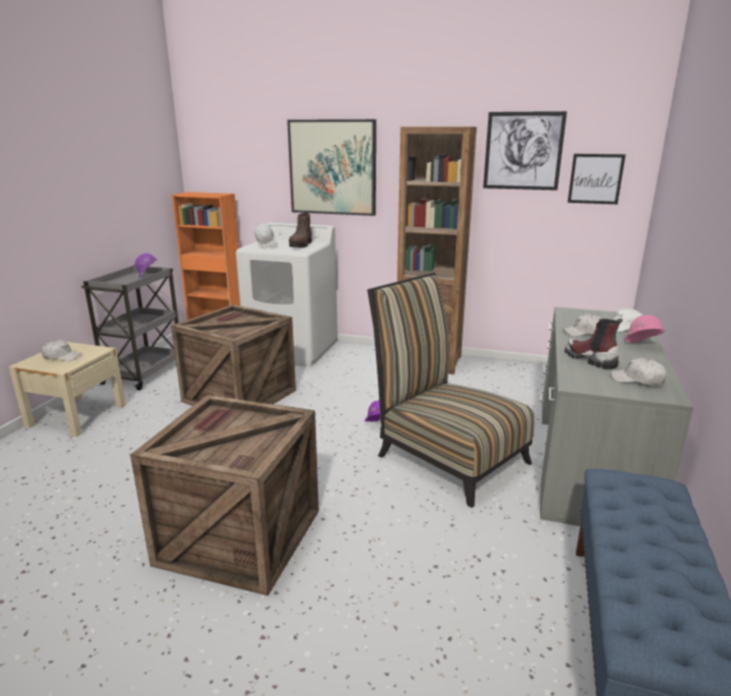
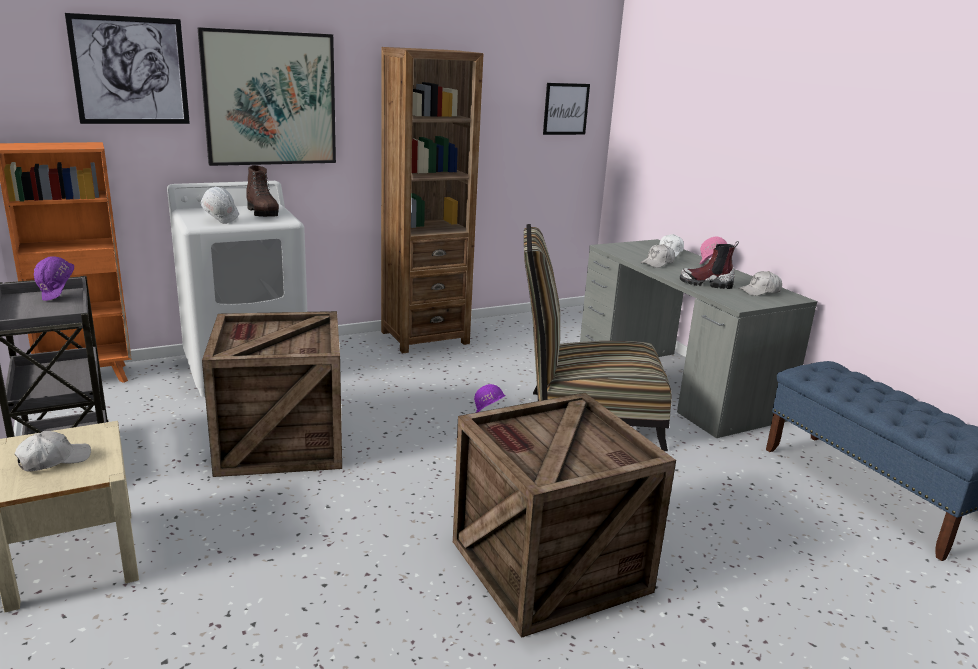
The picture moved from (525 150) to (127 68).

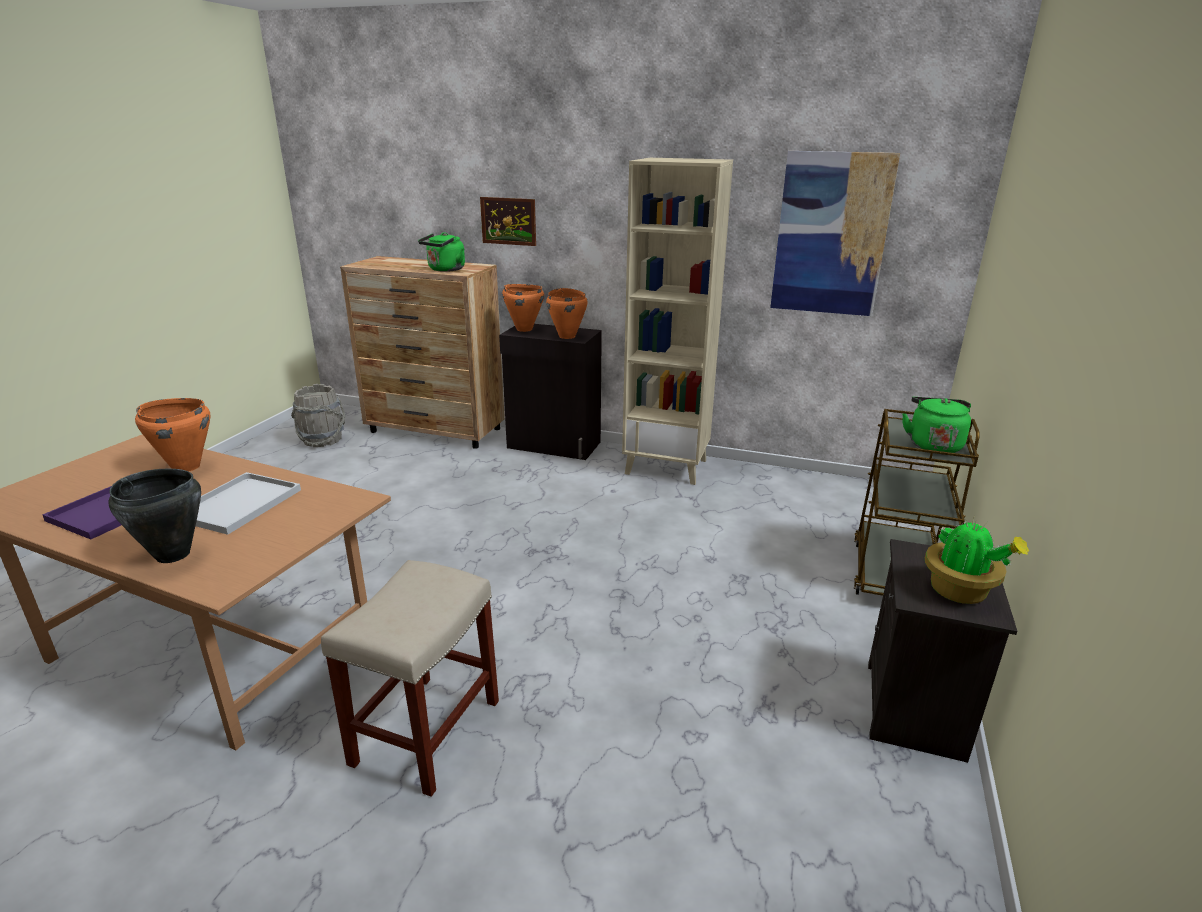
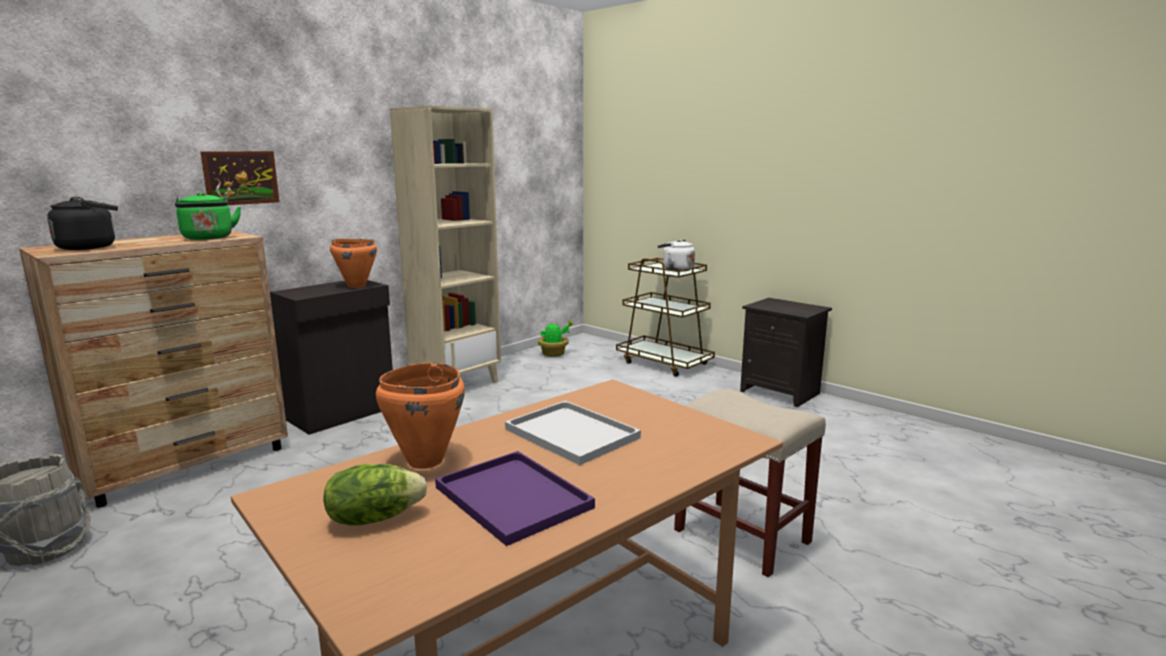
The black stockpot at (154 515) disappeared. The orange-coloured stockpot at (523 308) disappeared. The picture at (835 233) disappeared. The black tea kettle at (82 223) appeared. The lettuce head at (375 494) appeared. The houseplant moved from (977 561) to (556 338). The green-coloured tea kettle at (936 425) became the whitish tea kettle at (676 255).

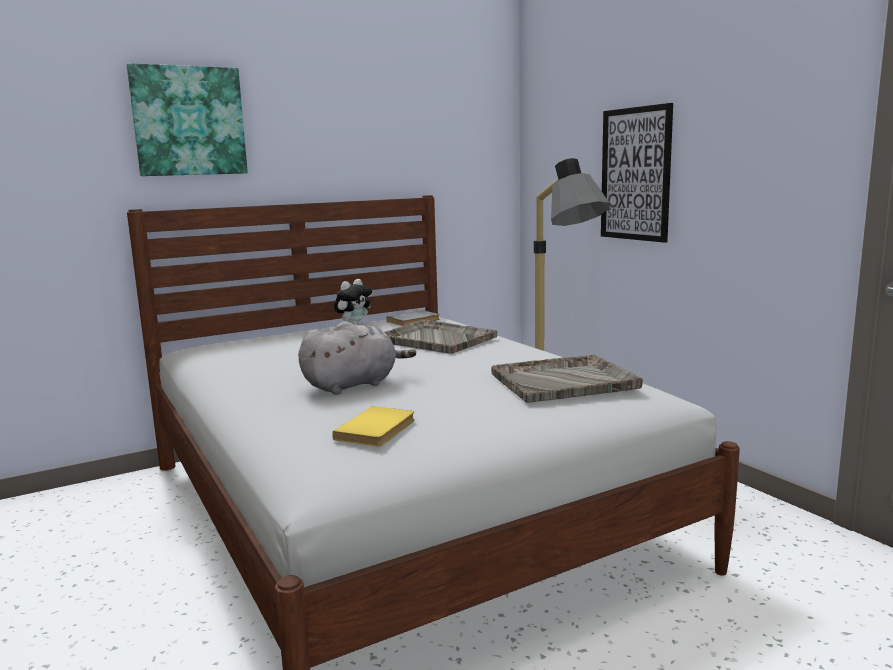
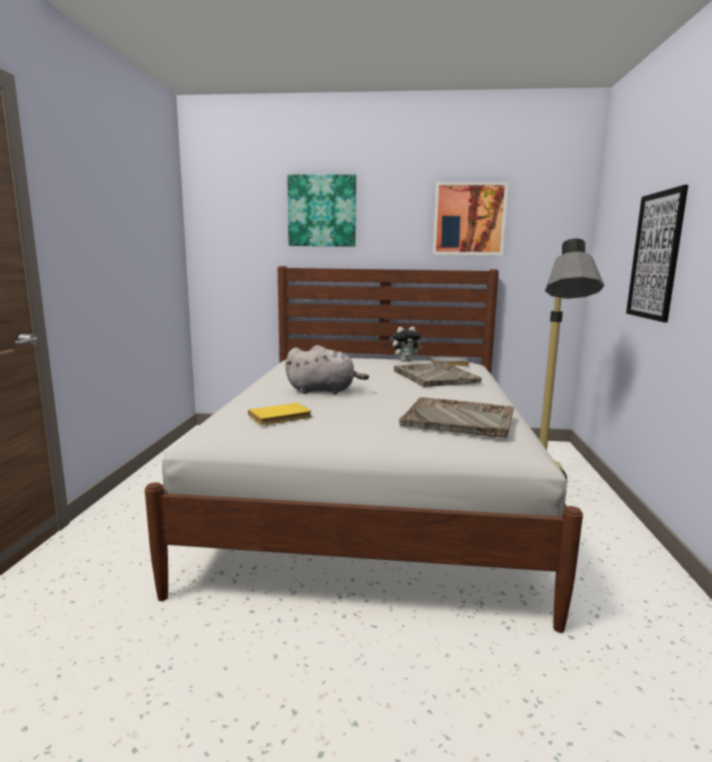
The picture at (470 219) appeared.

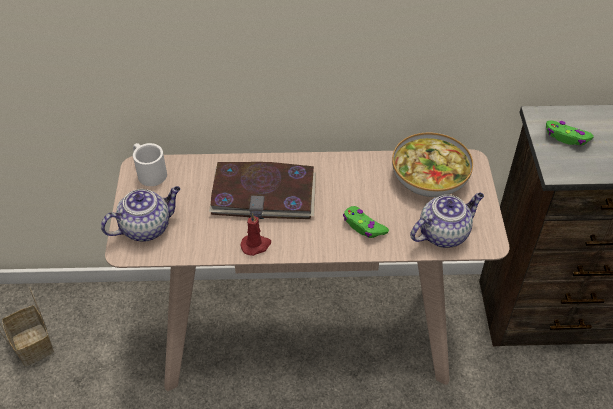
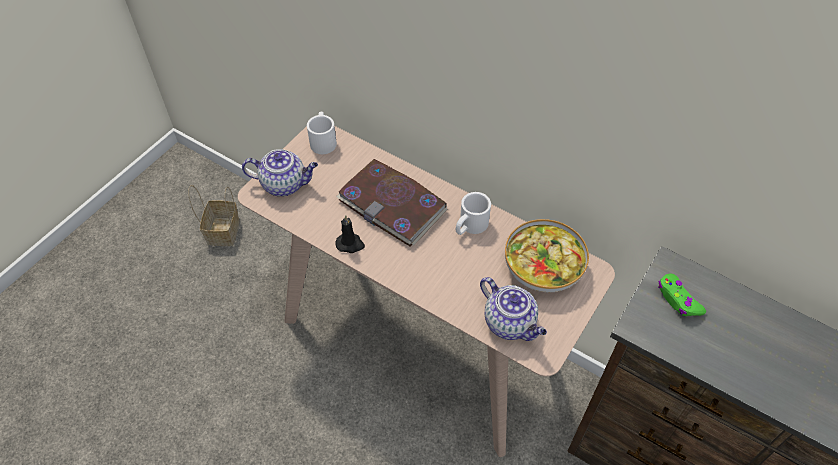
The green-coloured game controller at (366 222) disappeared. The whitish tea mug at (473 213) appeared. The red-coloured wax candle at (255 234) became the black wax candle at (350 234). The tea pot at (447 220) turned 45 degrees clockwise.

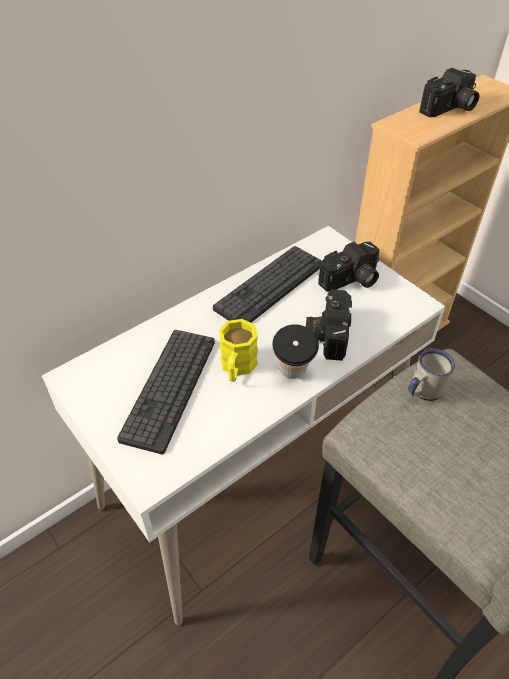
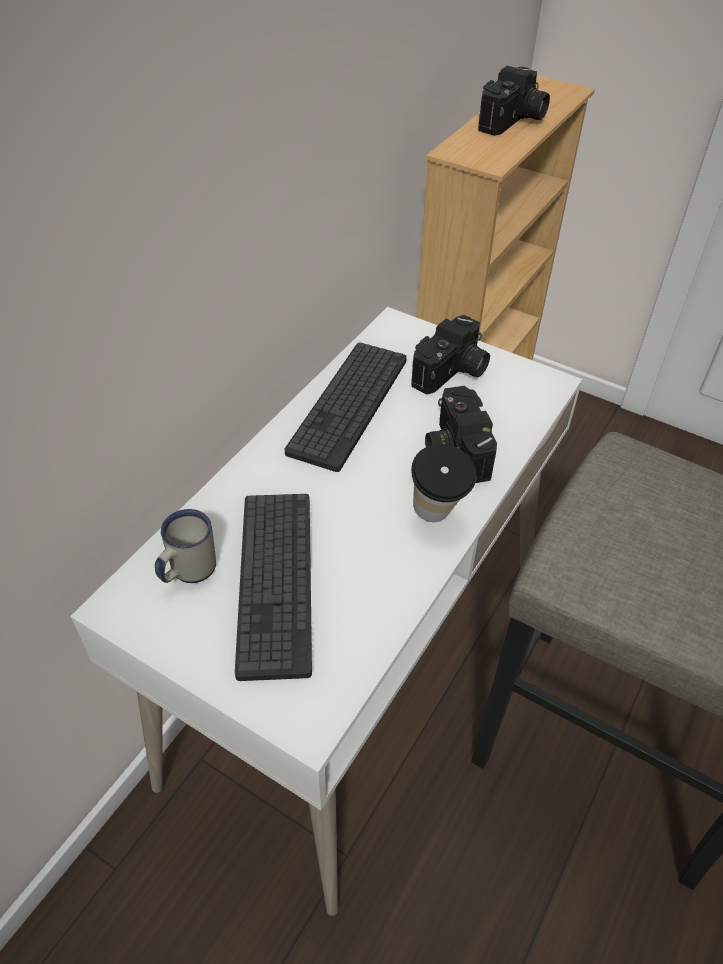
The yellowish tea mug at (238 350) disappeared. The whitish tea mug moved from (431 375) to (185 546).

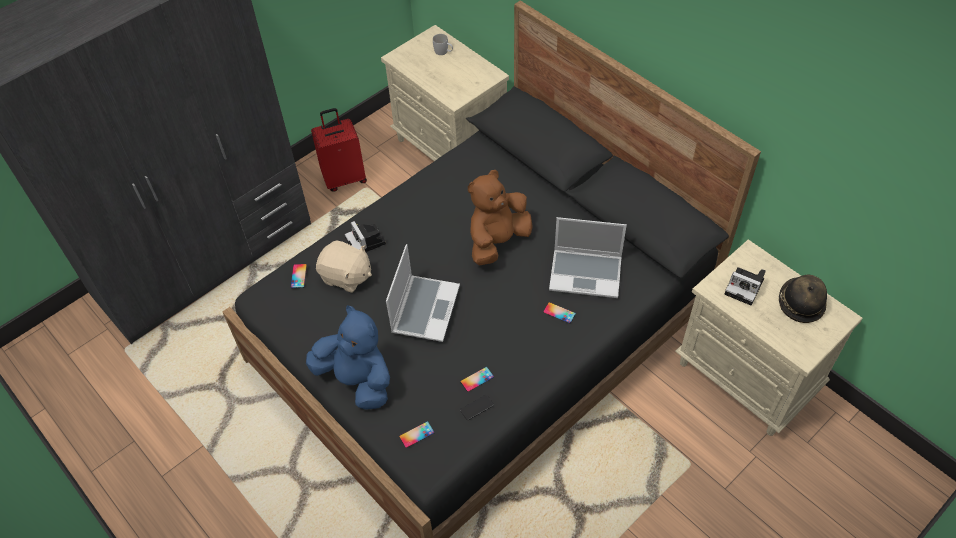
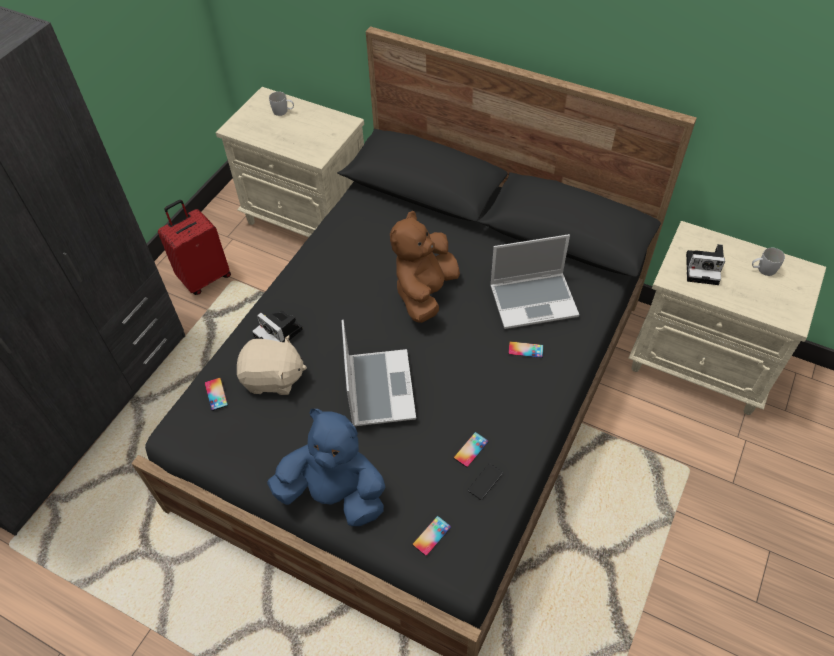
The wearable hat at (803 299) was replaced by the whitish tea mug at (768 262).

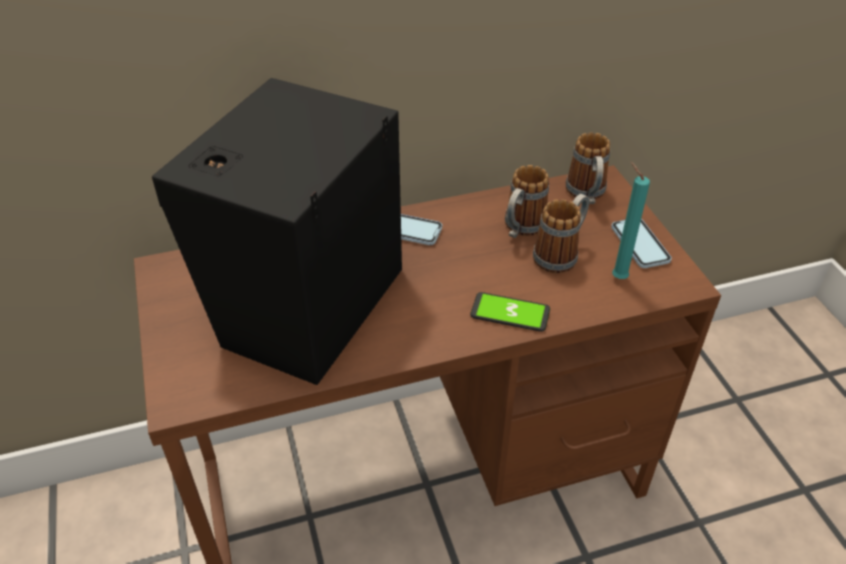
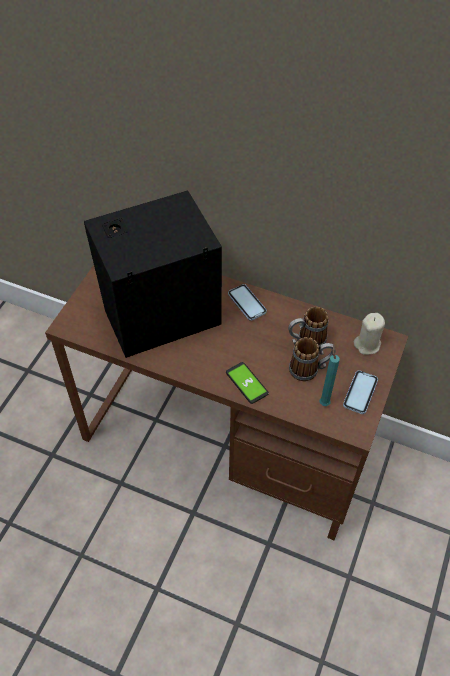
The tea mug at (588 168) was replaced by the sand-coloured wax candle at (369 334).

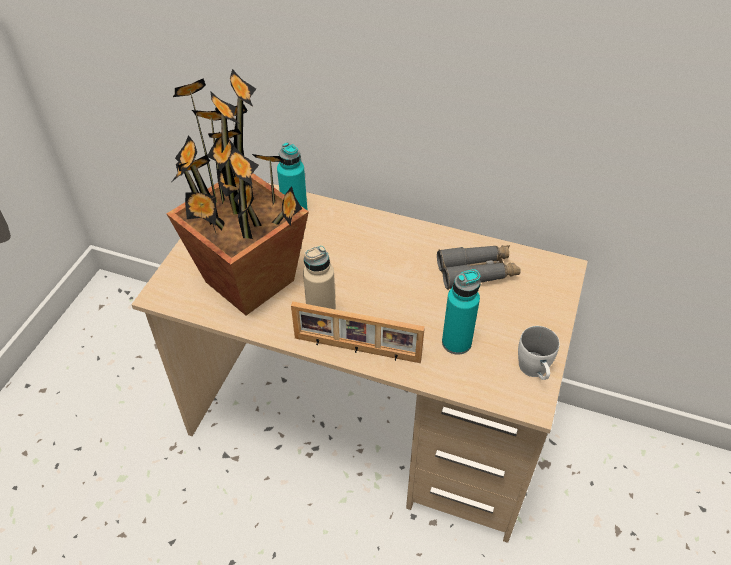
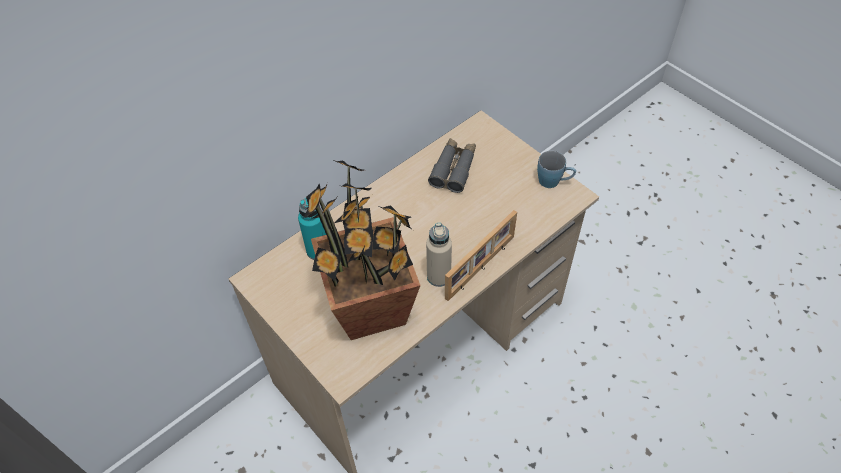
The turquoise-coloured beverage bottle at (461 312) disappeared. The whitish tea mug at (539 353) became the blue-coloured tea mug at (556 169).

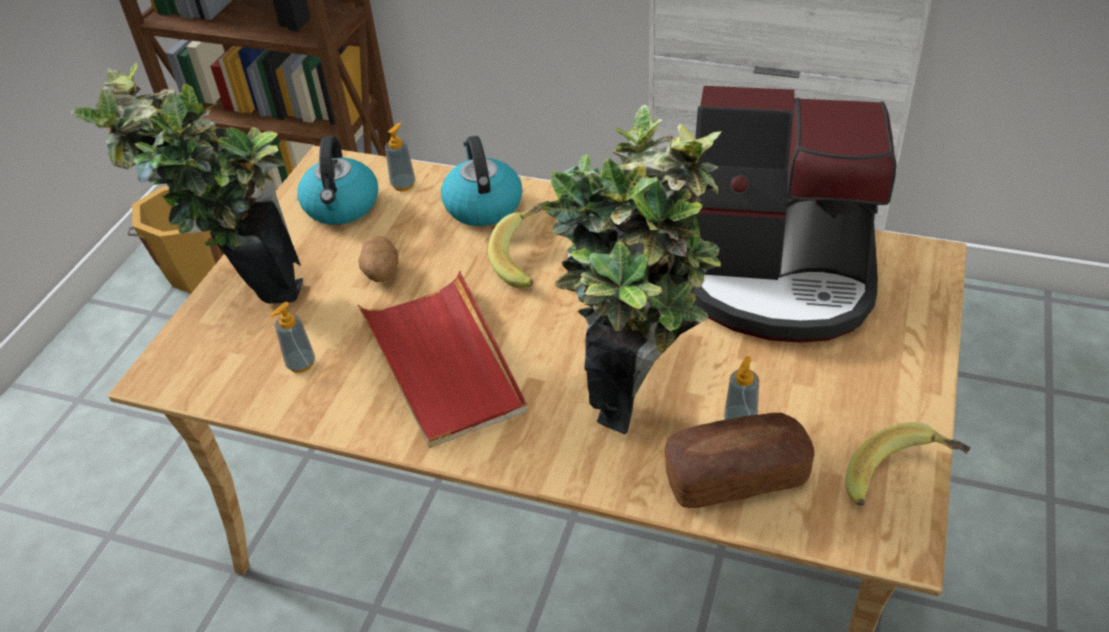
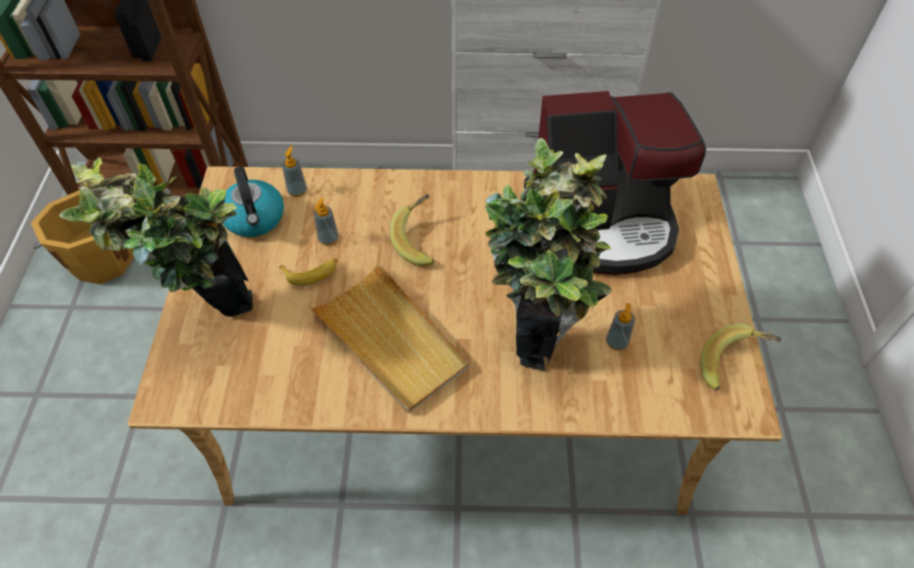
The tea kettle at (481 181) disappeared. The baked bread at (739 460) disappeared. The soap dispenser moved from (292 337) to (326 222). The potato at (378 259) was replaced by the banana at (308 272). The red-coloured tray at (443 359) became the sand-coloured tray at (389 337).

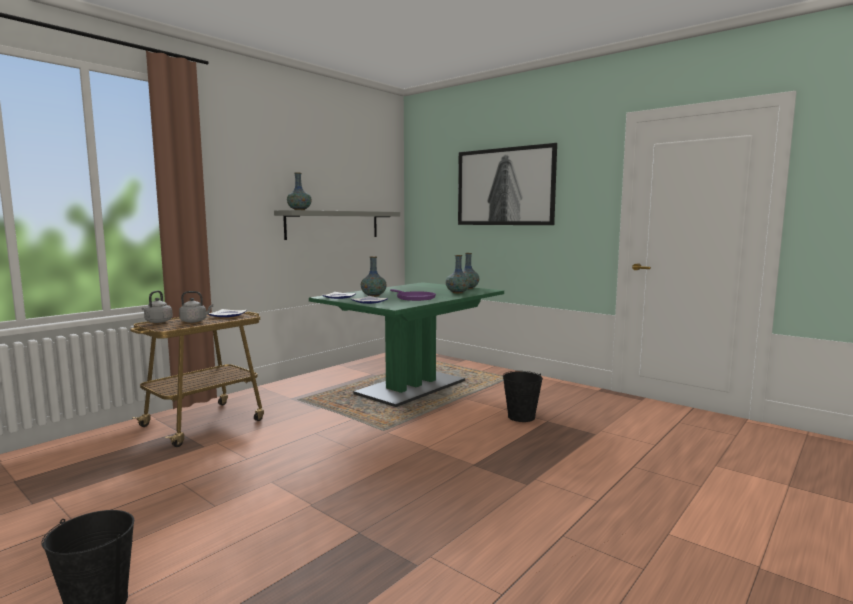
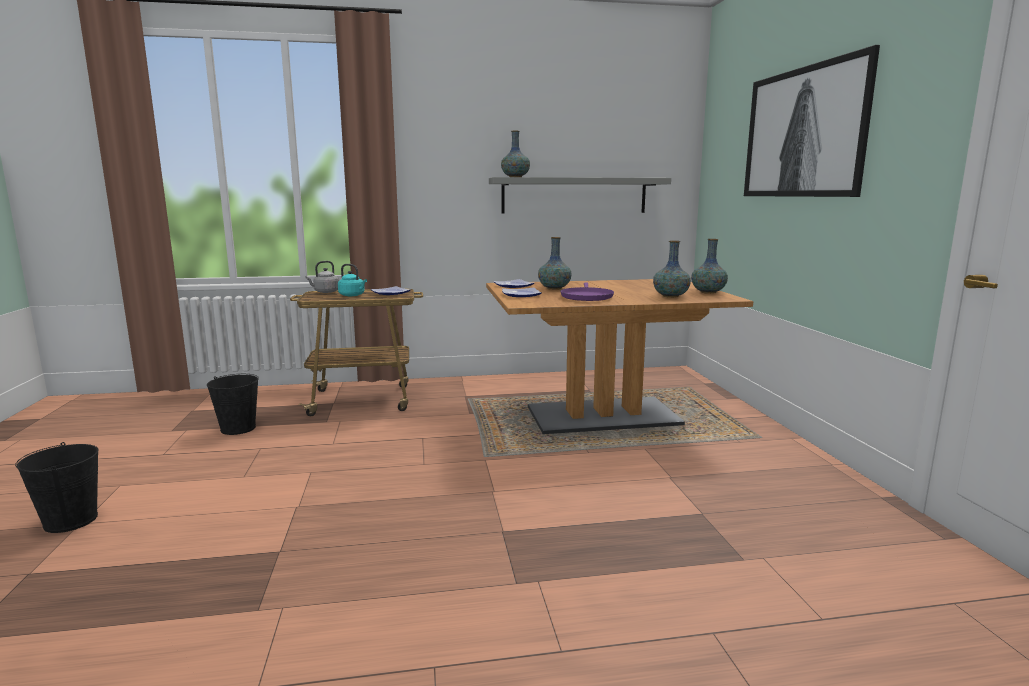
The black water bucket moved from (523 396) to (233 404). The gray tea kettle at (196 307) became the turquoise-coloured tea kettle at (352 280). The green-coloured dinner table at (406 344) became the brown dinner table at (619 356).

